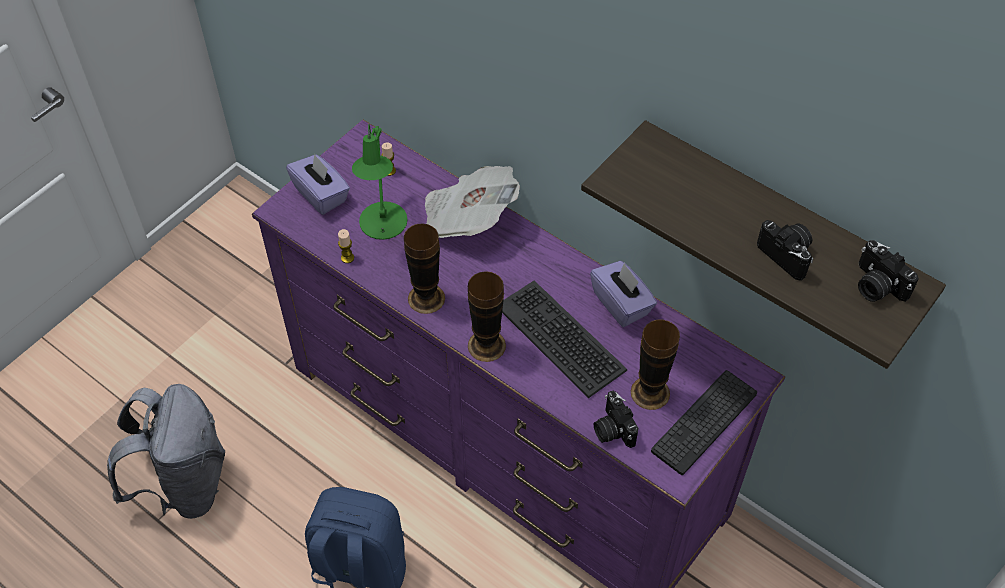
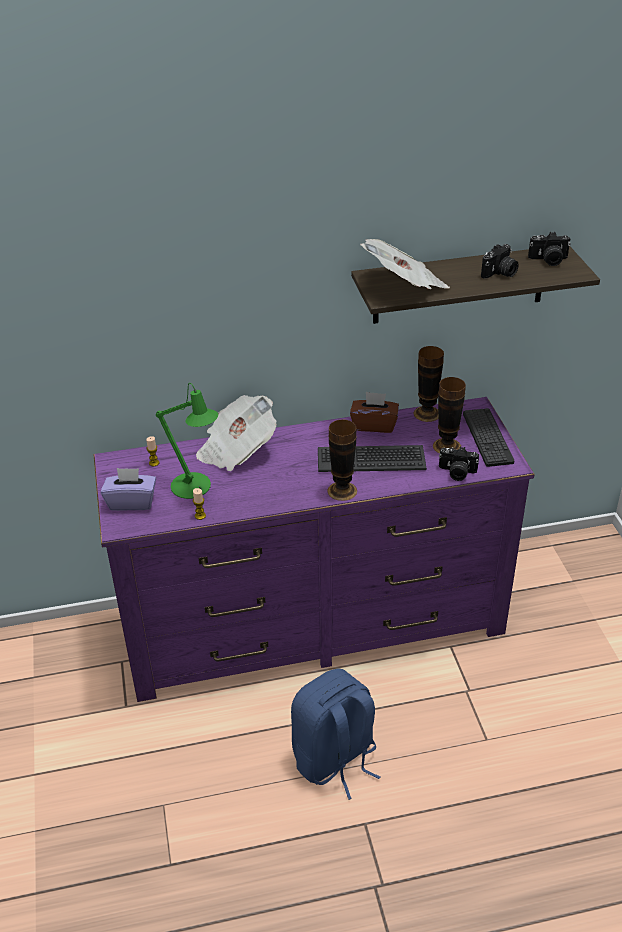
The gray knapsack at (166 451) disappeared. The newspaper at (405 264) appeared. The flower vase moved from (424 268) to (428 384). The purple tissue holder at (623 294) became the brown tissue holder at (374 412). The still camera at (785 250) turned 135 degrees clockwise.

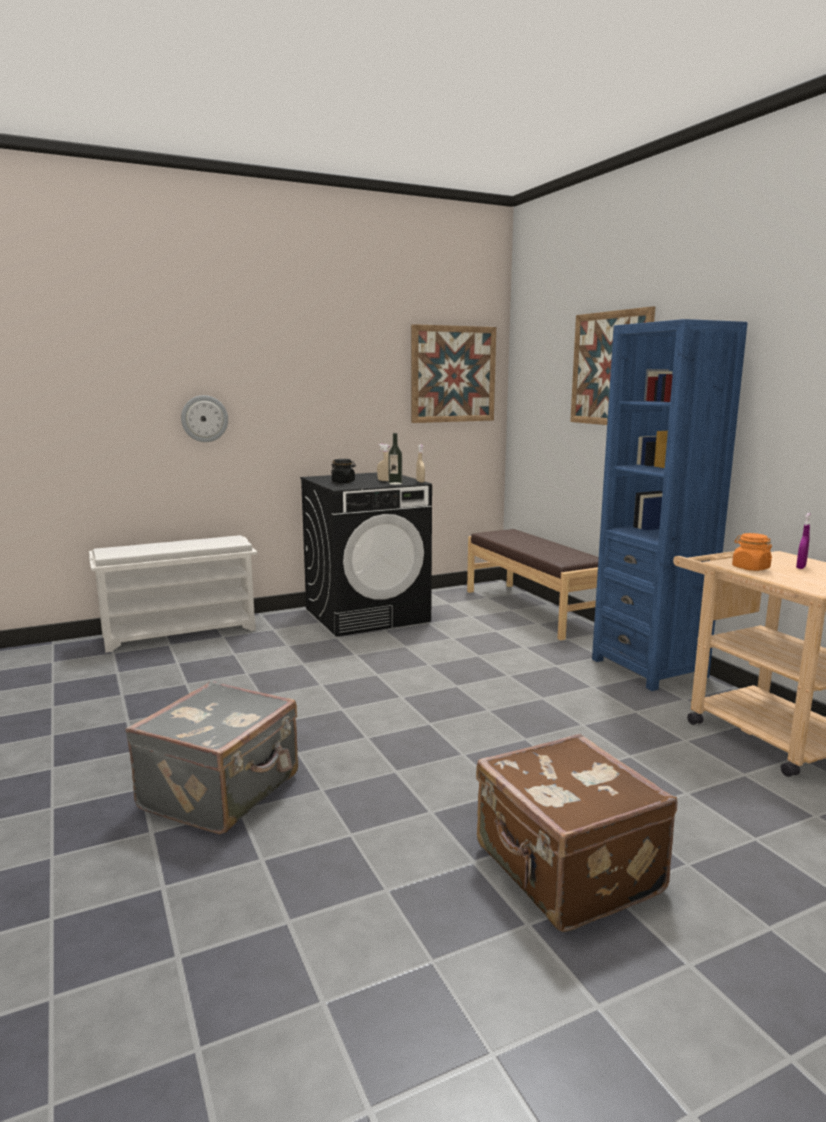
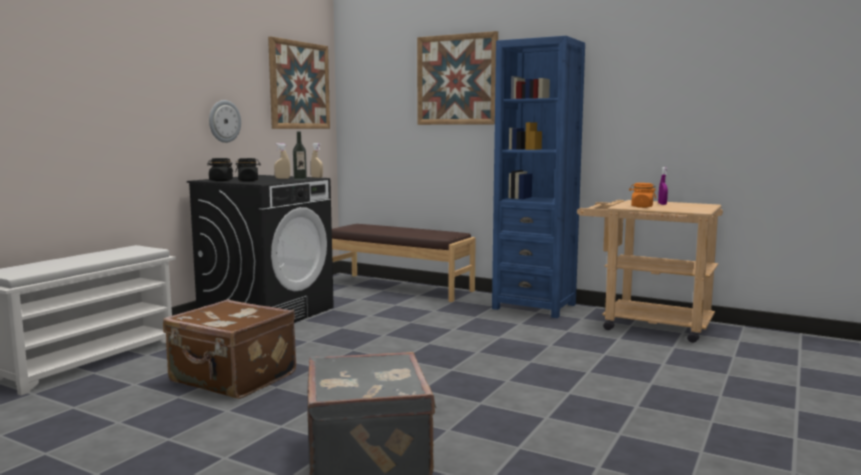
The black storage jar at (220 169) appeared. The wall clock moved from (204 418) to (225 121). The brown piece of luggage moved from (576 833) to (229 349).

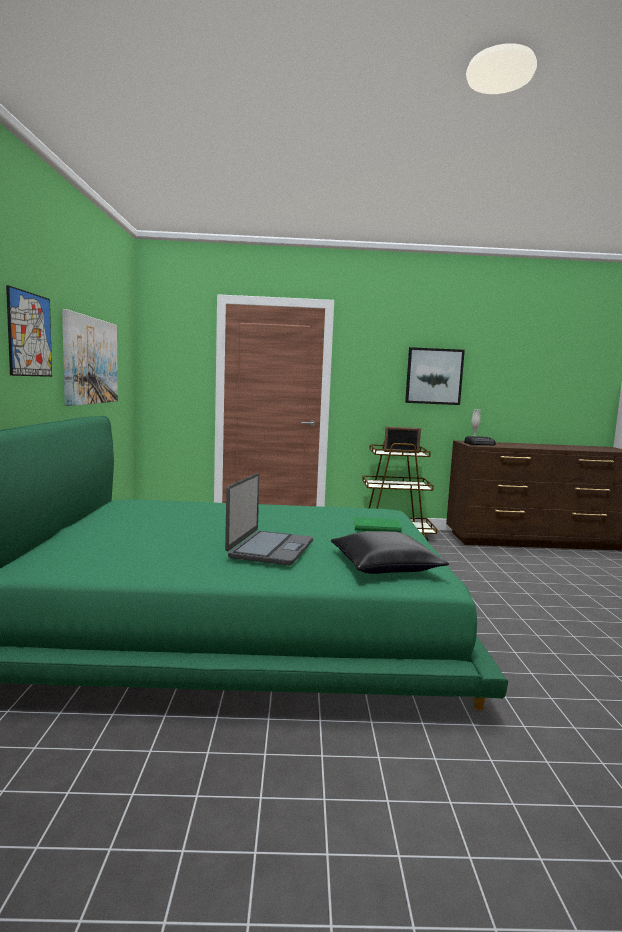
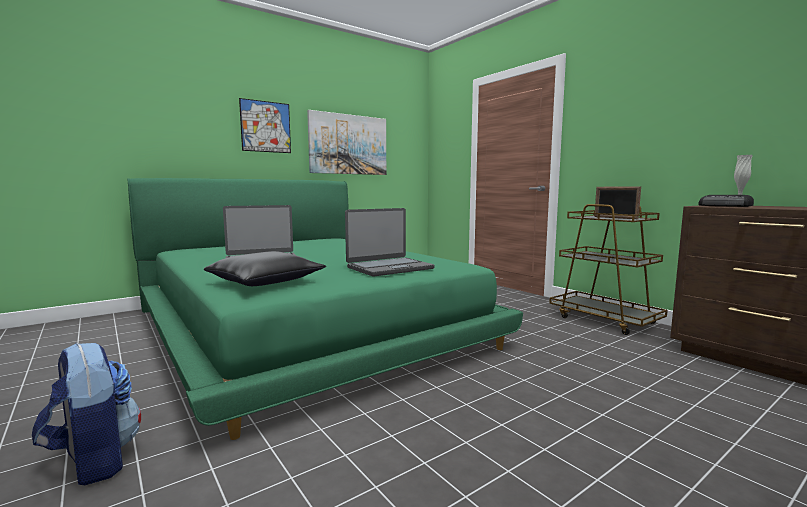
The picture at (435 376) disappeared. The knapsack at (86 414) appeared. The green-coloured book at (377 525) was replaced by the notebook computer at (389 242).

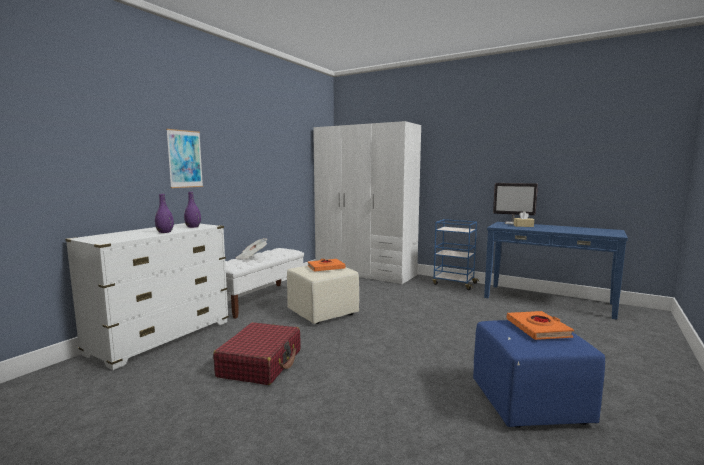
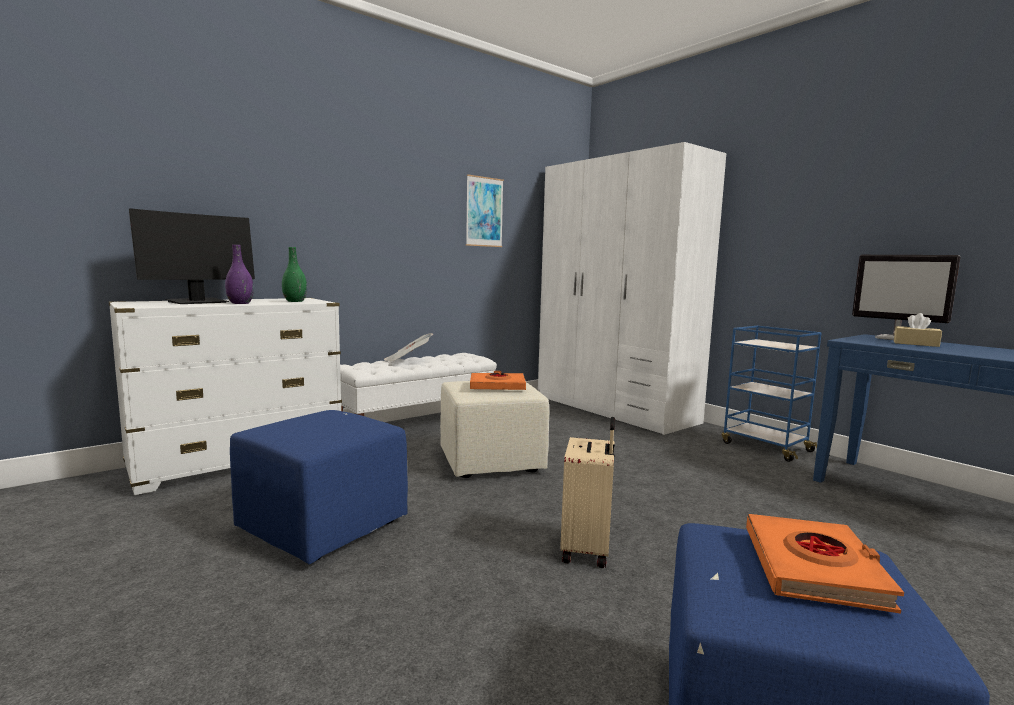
The computer display at (192 256) appeared. The sand-coloured piece of luggage at (587 492) appeared. The picture moved from (184 158) to (485 210). The red-coloured piece of luggage at (257 353) was replaced by the blue-coloured pouffe at (319 487). The purple flower vase at (192 210) became the green-coloured flower vase at (294 274).

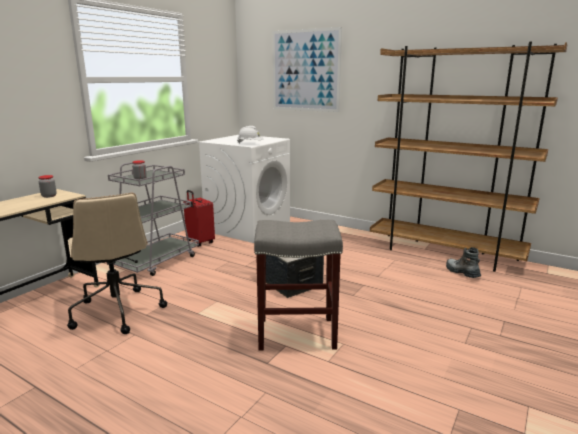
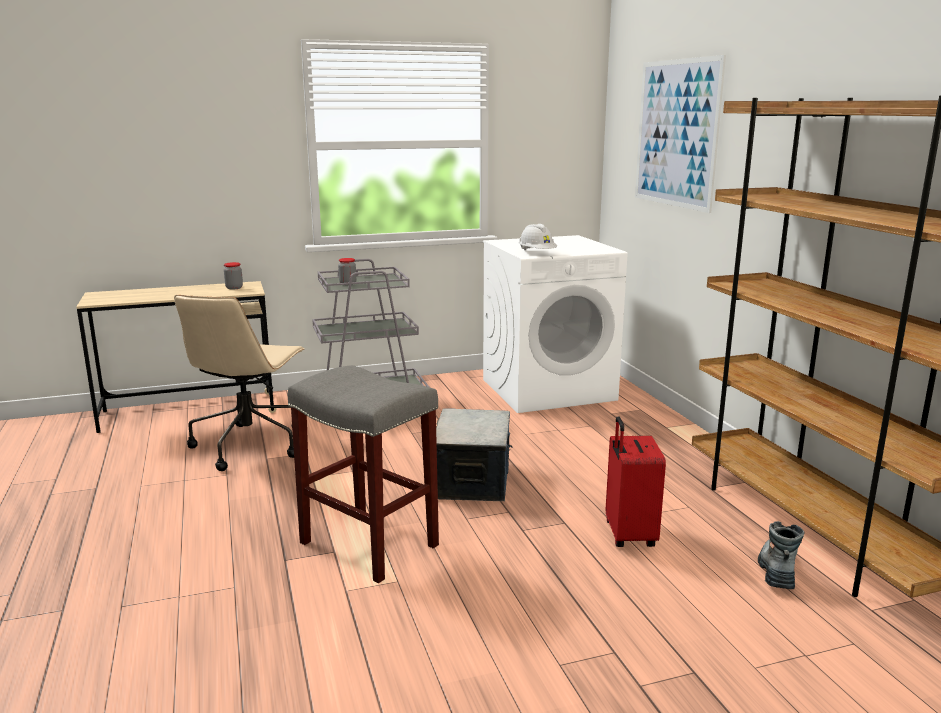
The red-coloured piece of luggage moved from (199 218) to (636 481).

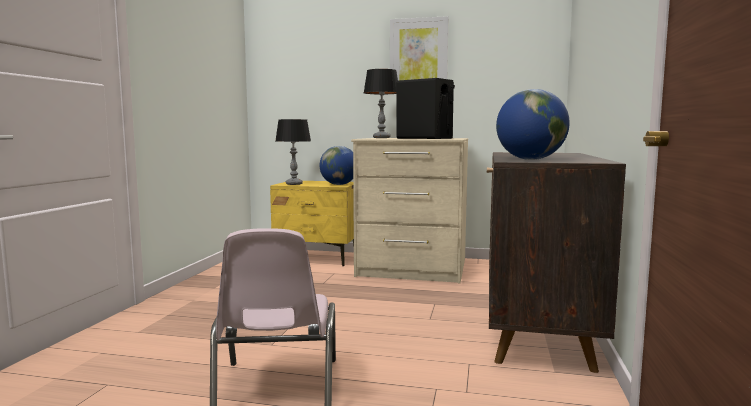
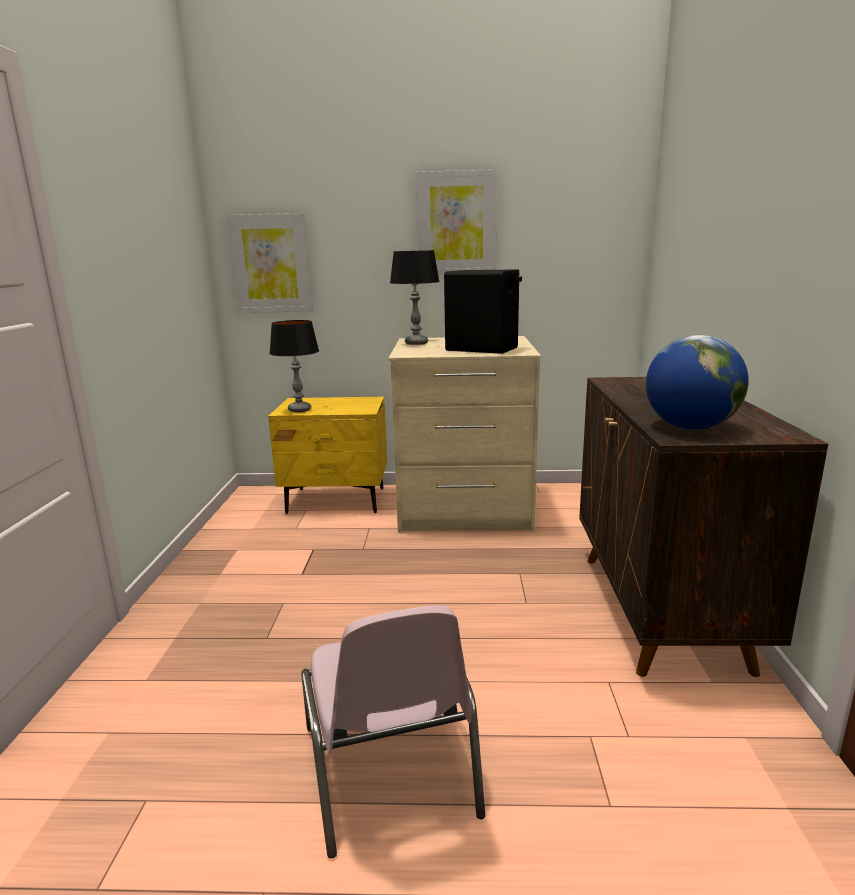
The world globe at (336 165) disappeared. The picture at (269 263) appeared.

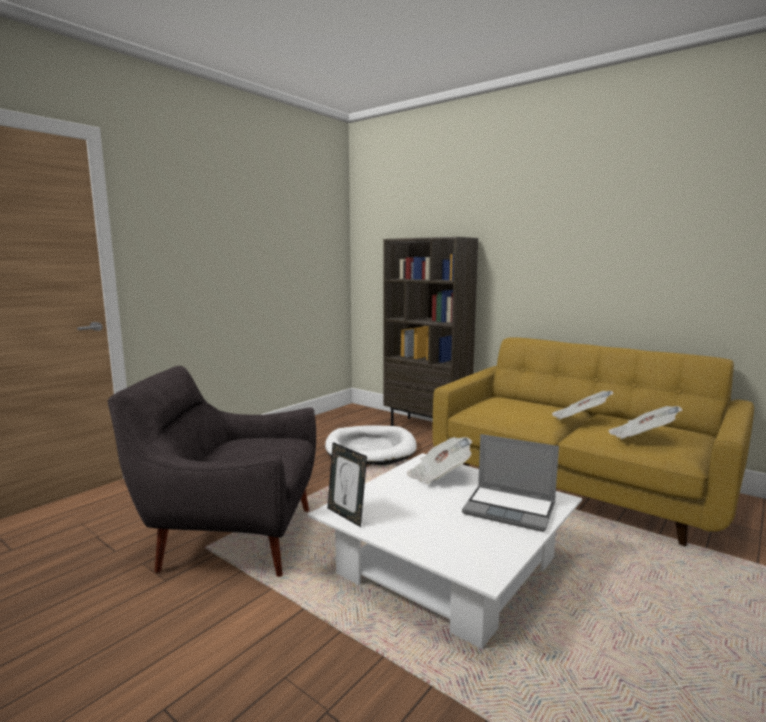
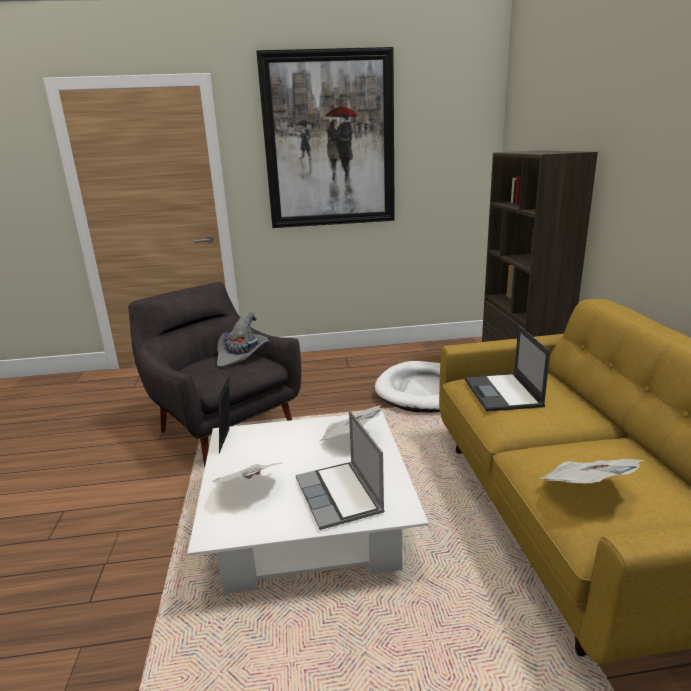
The gray wearable hat at (243 339) appeared. The picture at (325 137) appeared. The notebook computer at (507 368) appeared. The newspaper moved from (583 405) to (247 473).

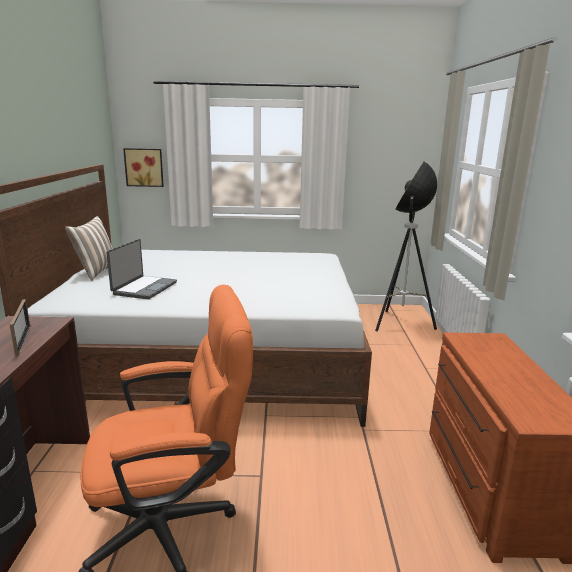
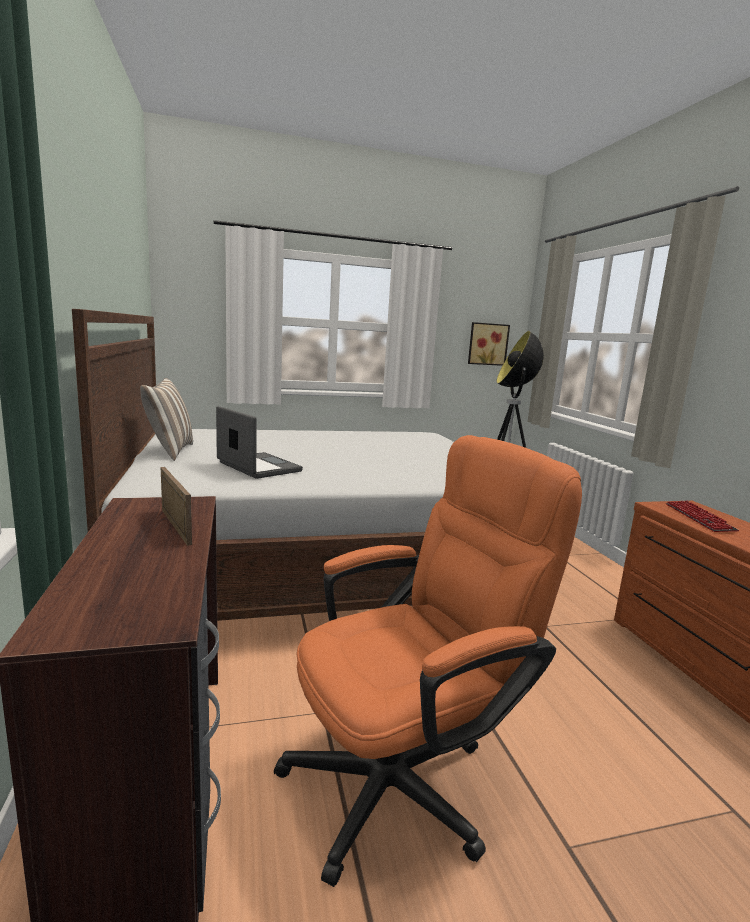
The keyboard at (702 516) appeared. The picture moved from (143 167) to (489 344). The notebook computer at (141 269) turned 45 degrees counterclockwise.

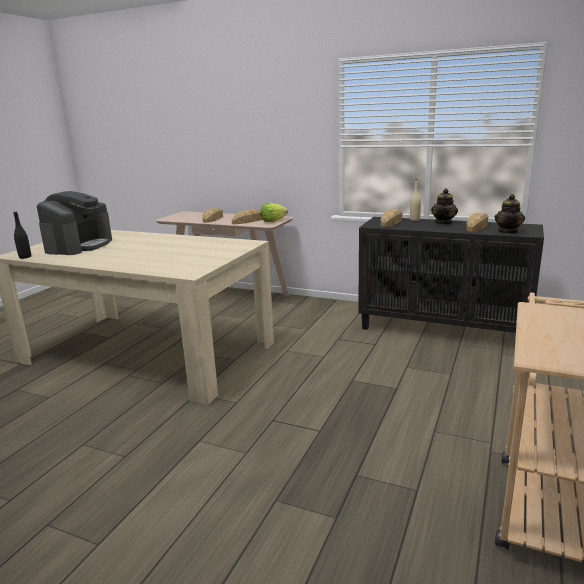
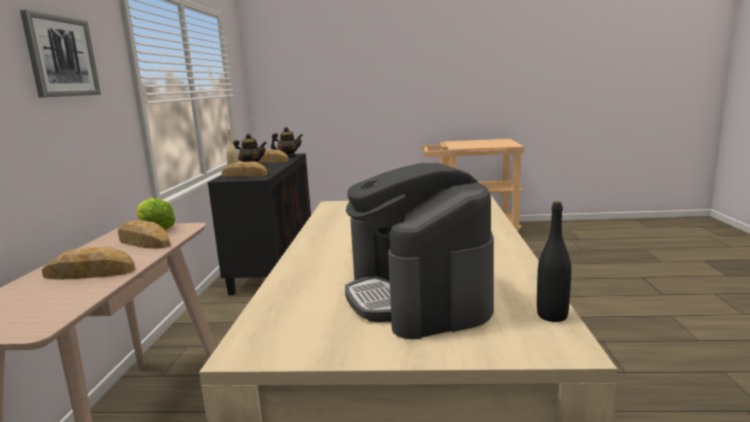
The picture at (60 53) appeared. The coffee brewer at (74 223) turned 105 degrees counterclockwise.

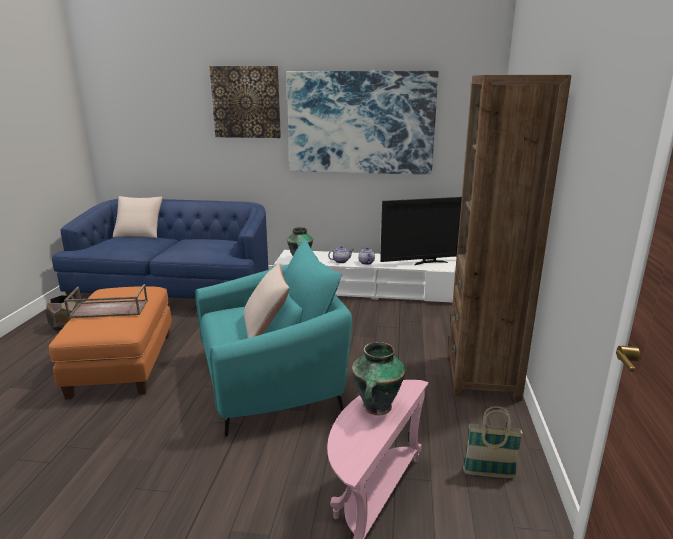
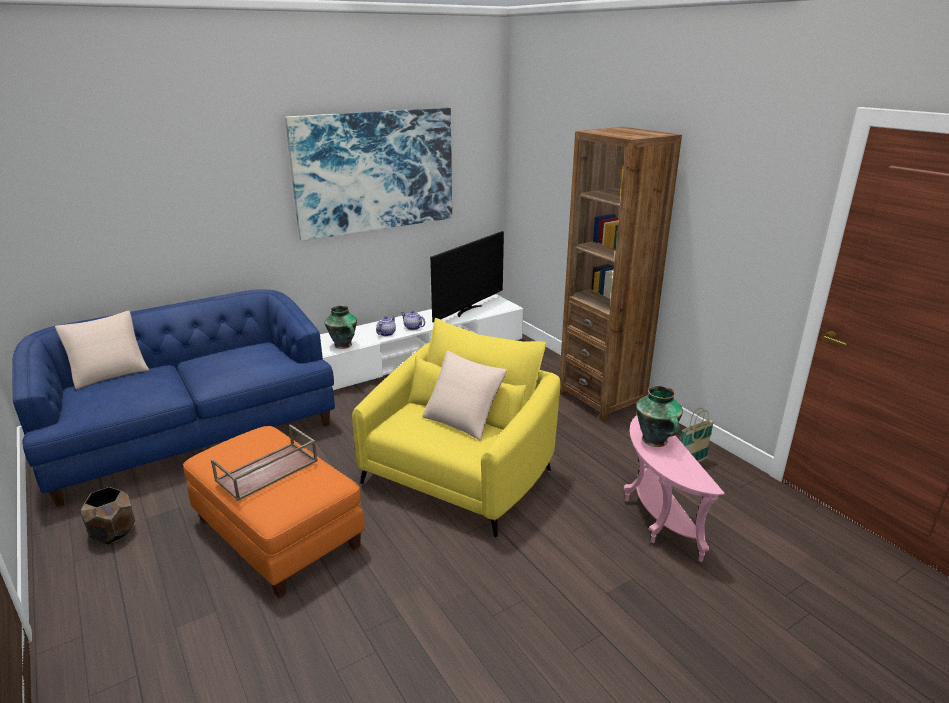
The picture at (245 102) disappeared. The turquoise-coloured lounge chair at (273 338) became the yellowish lounge chair at (456 428).

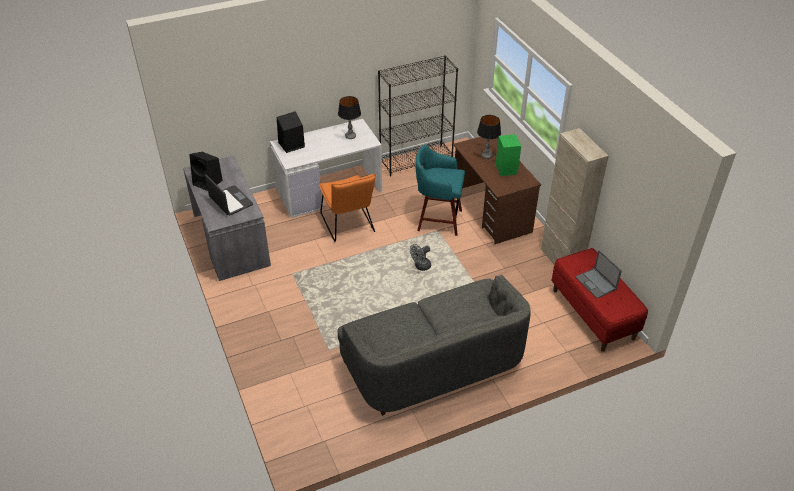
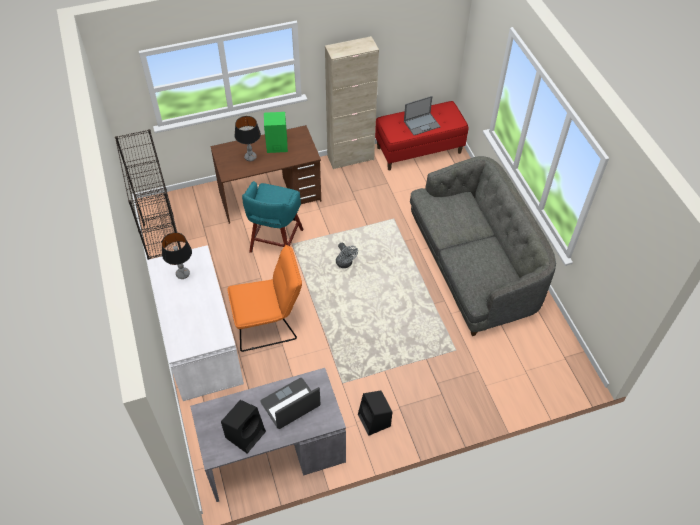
The black loudspeaker moved from (291 132) to (375 413).

